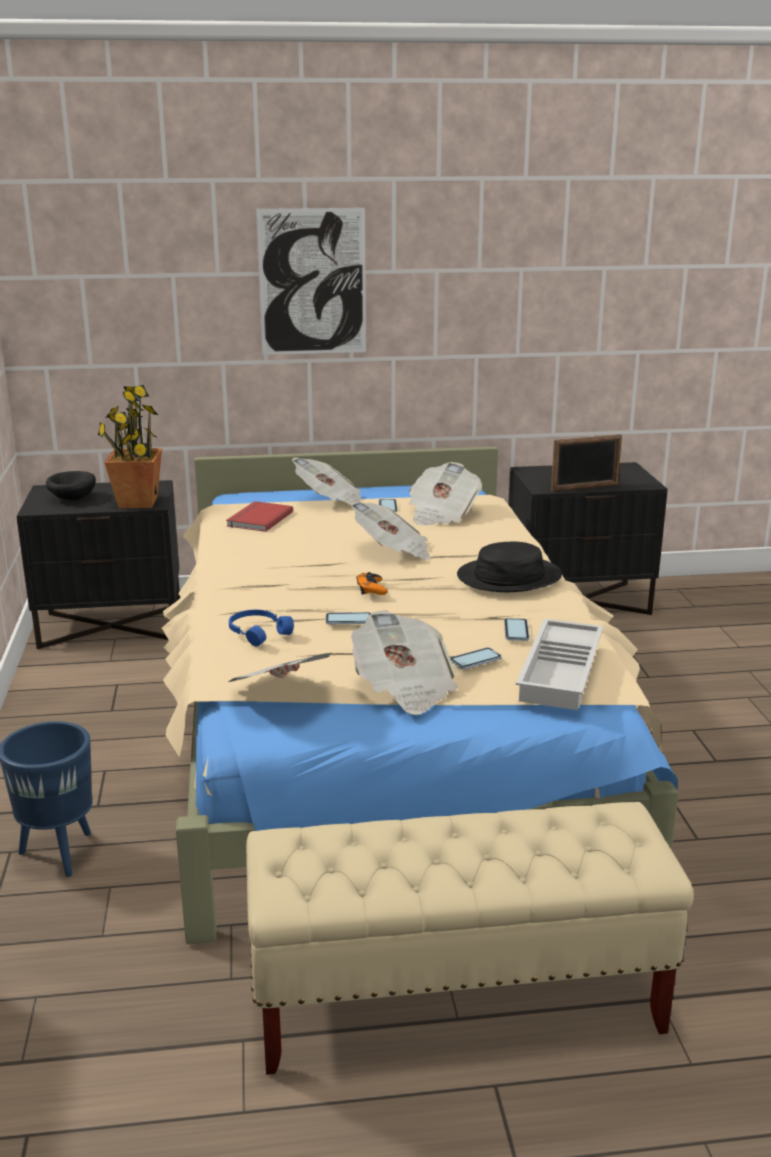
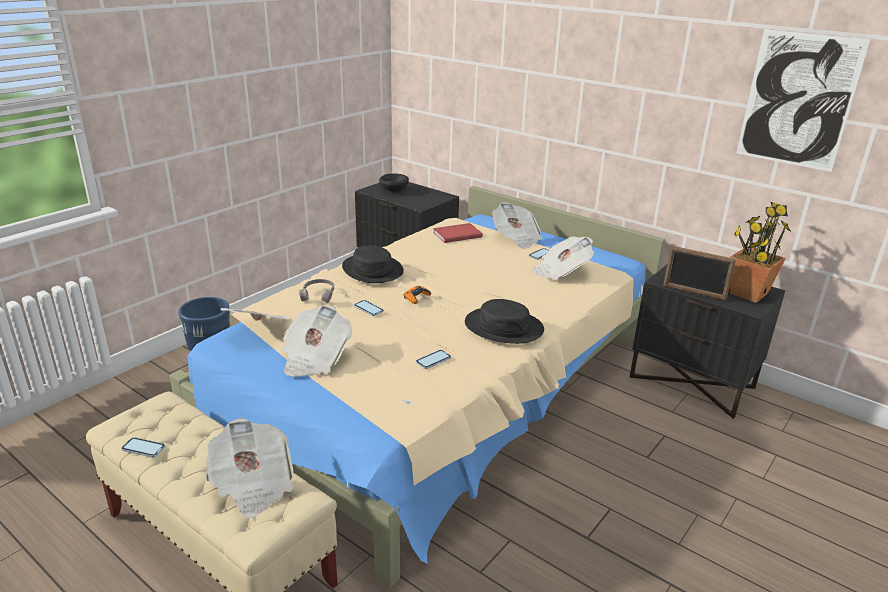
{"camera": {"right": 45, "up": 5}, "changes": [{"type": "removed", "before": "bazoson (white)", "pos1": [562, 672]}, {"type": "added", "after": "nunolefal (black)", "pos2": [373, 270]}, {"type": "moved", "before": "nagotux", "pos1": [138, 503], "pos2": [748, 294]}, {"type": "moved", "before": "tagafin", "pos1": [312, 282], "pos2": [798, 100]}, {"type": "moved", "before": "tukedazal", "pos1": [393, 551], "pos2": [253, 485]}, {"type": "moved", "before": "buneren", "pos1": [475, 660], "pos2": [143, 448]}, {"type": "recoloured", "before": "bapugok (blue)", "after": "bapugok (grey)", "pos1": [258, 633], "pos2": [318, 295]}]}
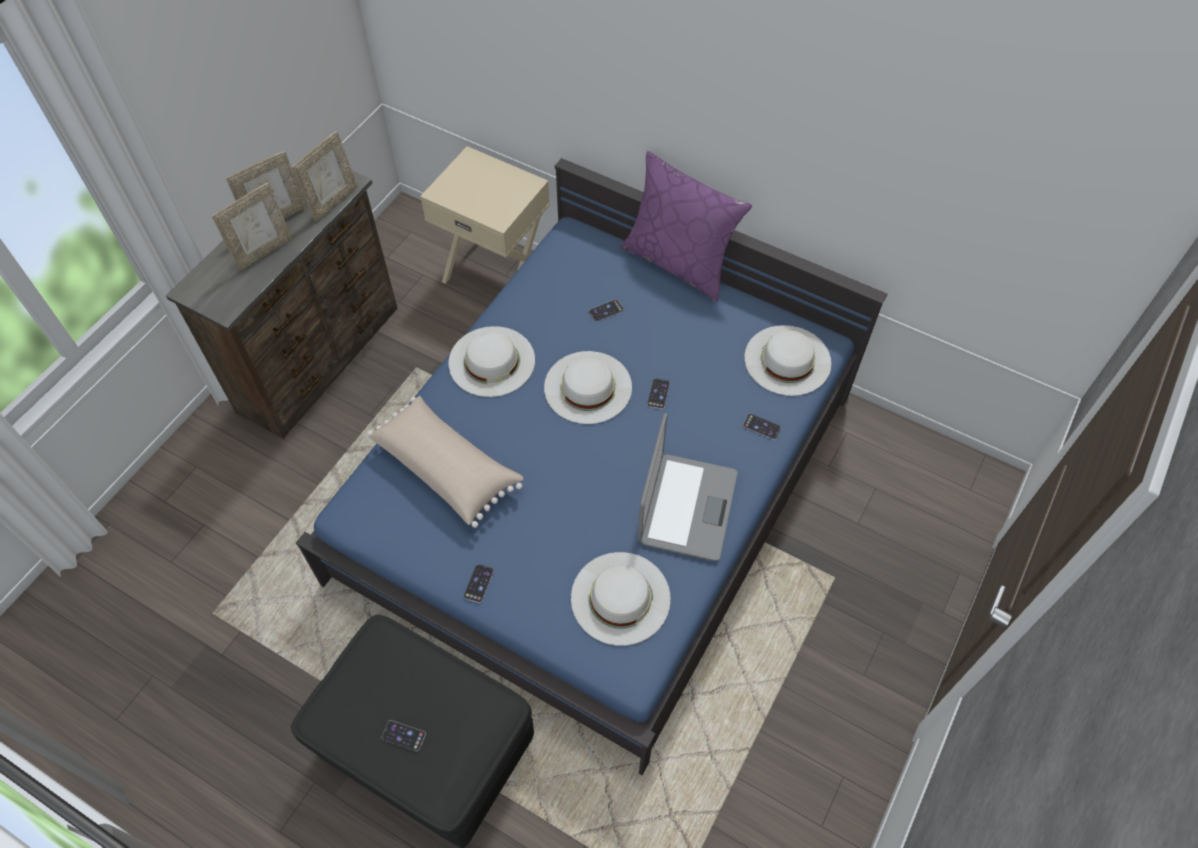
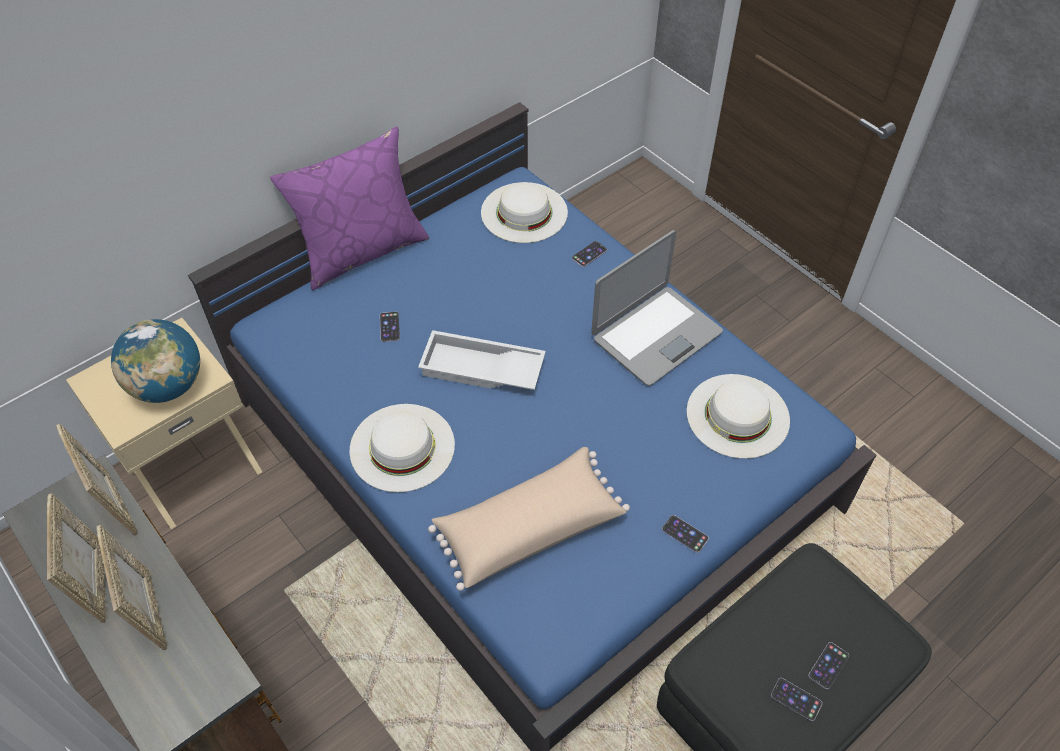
{"camera": {"right": -70, "up": -5}, "changes": [{"type": "added", "after": "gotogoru", "pos2": [168, 386]}, {"type": "moved", "before": "buneren", "pos1": [658, 394], "pos2": [796, 699]}, {"type": "replaced", "before": "nunolefal (white)", "after": "bazoson (white)", "pos1": [588, 387], "pos2": [481, 370]}, {"type": "turned", "before": "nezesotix", "pos1": [686, 507], "pos2": [655, 335], "turn": 105}]}
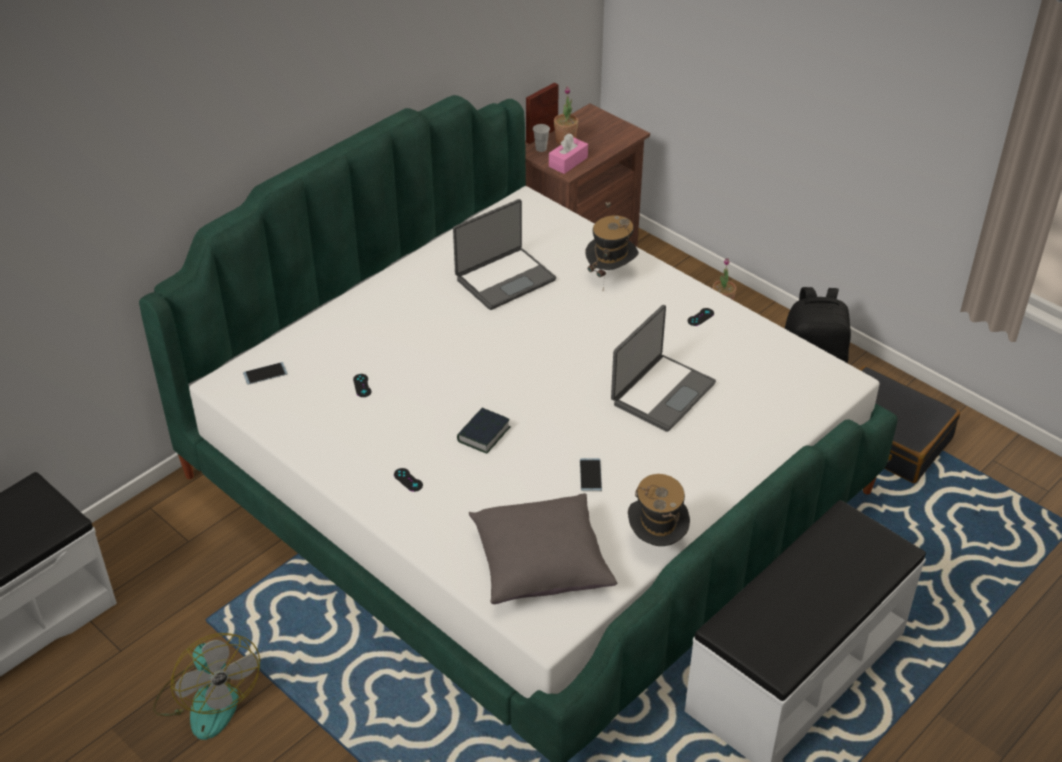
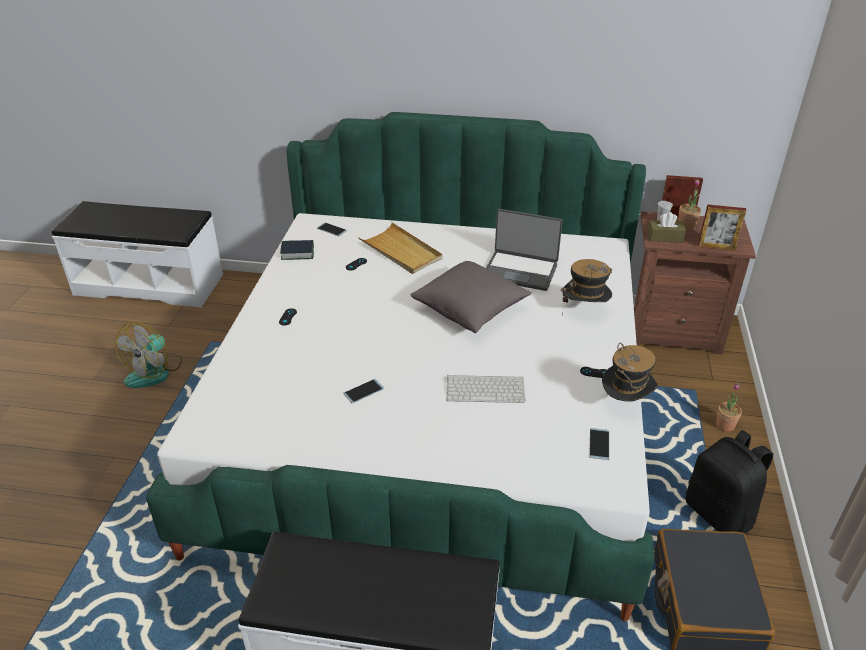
{"camera": {"right": 55, "up": -5}, "changes": [{"type": "added", "after": "bazoson (beige)", "pos2": [401, 251]}, {"type": "added", "after": "buneren", "pos2": [599, 444]}, {"type": "added", "after": "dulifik", "pos2": [716, 247]}, {"type": "moved", "before": "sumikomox", "pos1": [483, 434], "pos2": [297, 253]}, {"type": "moved", "before": "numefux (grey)", "pos1": [540, 564], "pos2": [470, 309]}, {"type": "moved", "before": "nunolefal", "pos1": [656, 542], "pos2": [625, 404]}, {"type": "replaced", "before": "nezesotix", "after": "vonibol", "pos1": [661, 393], "pos2": [486, 389]}, {"type": "recoloured", "before": "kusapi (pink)", "after": "kusapi (brown)", "pos1": [568, 162], "pos2": [665, 237]}]}
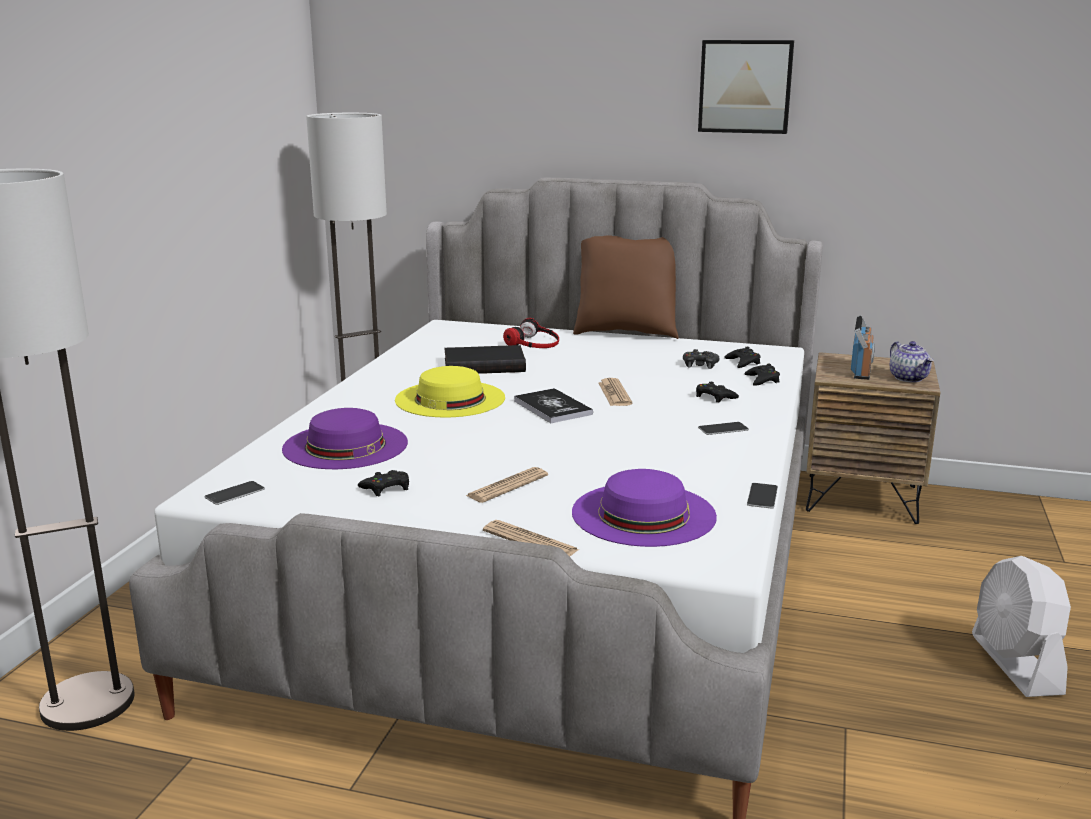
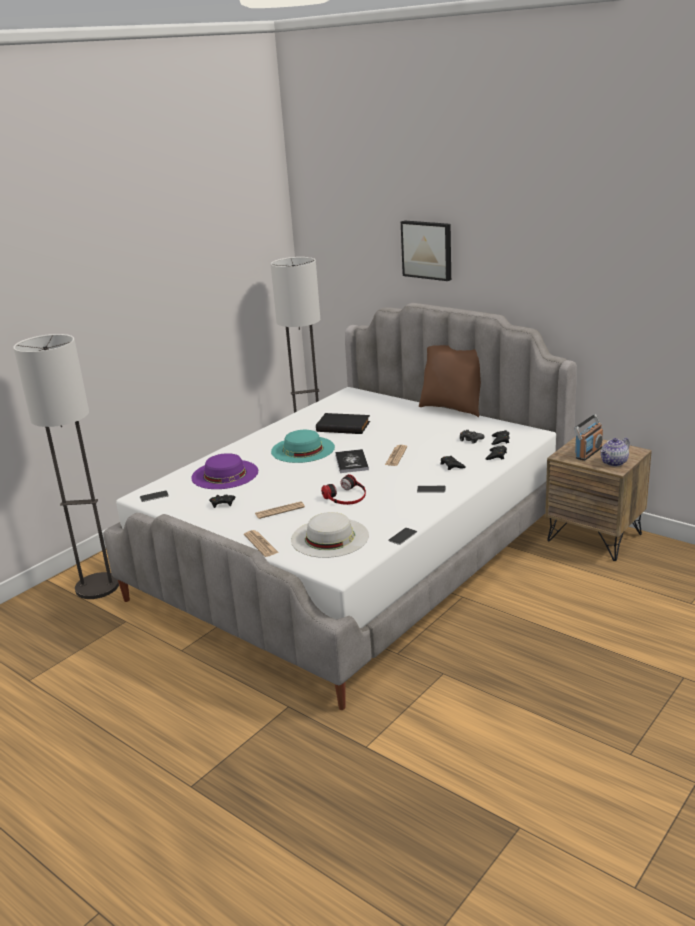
{"camera": {"right": 25, "up": 5}, "changes": [{"type": "removed", "before": "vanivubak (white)", "pos1": [1015, 664]}, {"type": "moved", "before": "bapugok", "pos1": [534, 342], "pos2": [346, 496]}, {"type": "moved", "before": "tagafin", "pos1": [745, 86], "pos2": [427, 249]}, {"type": "recoloured", "before": "nunolefal (yellow)", "after": "nunolefal (turquoise)", "pos1": [450, 399], "pos2": [303, 449]}, {"type": "recoloured", "before": "nunolefal (purple)", "after": "nunolefal (white)", "pos1": [643, 514], "pos2": [330, 537]}, {"type": "turned", "before": "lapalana", "pos1": [909, 378], "pos2": [614, 462], "turn": 45}]}
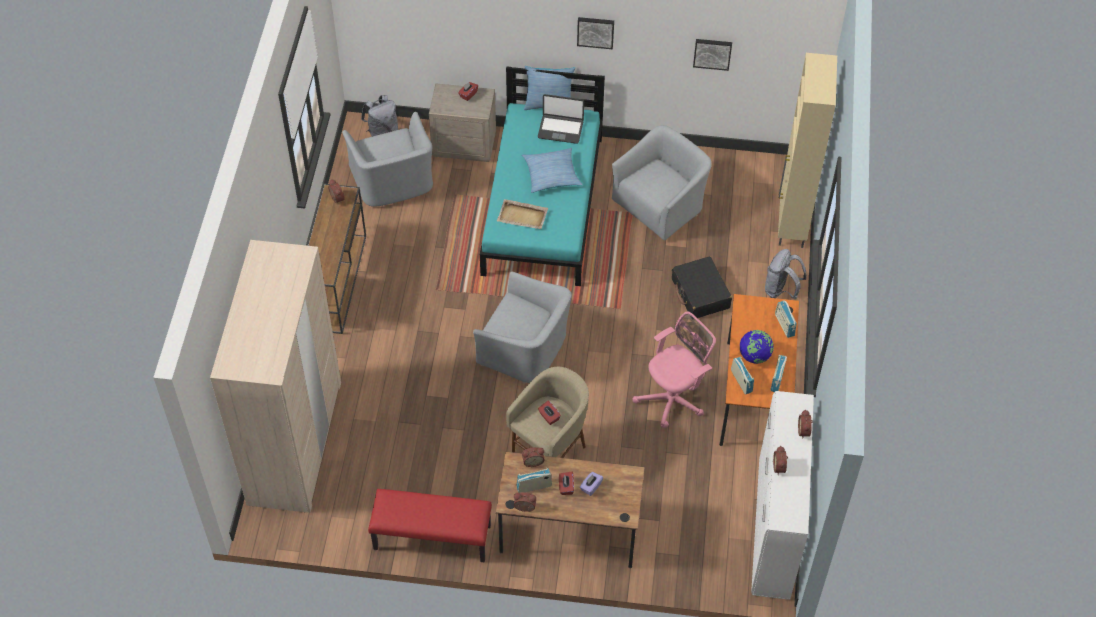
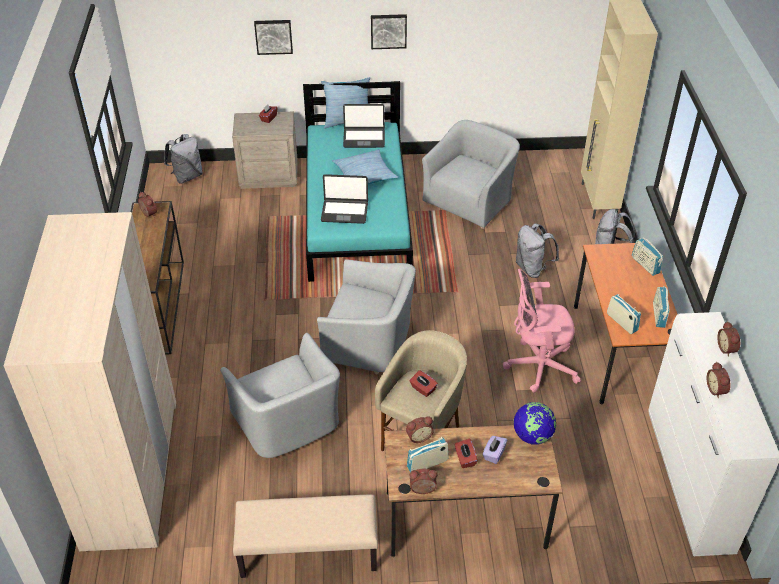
{"camera": {"right": -10, "up": -10}, "changes": [{"type": "moved", "before": "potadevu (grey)", "pos1": [393, 181], "pos2": [288, 422]}, {"type": "moved", "before": "tagafin", "pos1": [712, 53], "pos2": [273, 36]}, {"type": "moved", "before": "gotogoru", "pos1": [754, 356], "pos2": [532, 436]}, {"type": "replaced", "before": "bazoson (beige)", "after": "nezesotix", "pos1": [523, 216], "pos2": [344, 212]}, {"type": "replaced", "before": "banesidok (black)", "after": "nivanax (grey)", "pos1": [700, 294], "pos2": [532, 268]}, {"type": "recoloured", "before": "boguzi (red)", "after": "boguzi (beige)", "pos1": [431, 538], "pos2": [308, 553]}, {"type": "turned", "before": "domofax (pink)", "pos1": [673, 399], "pos2": [537, 366], "turn": -135}]}
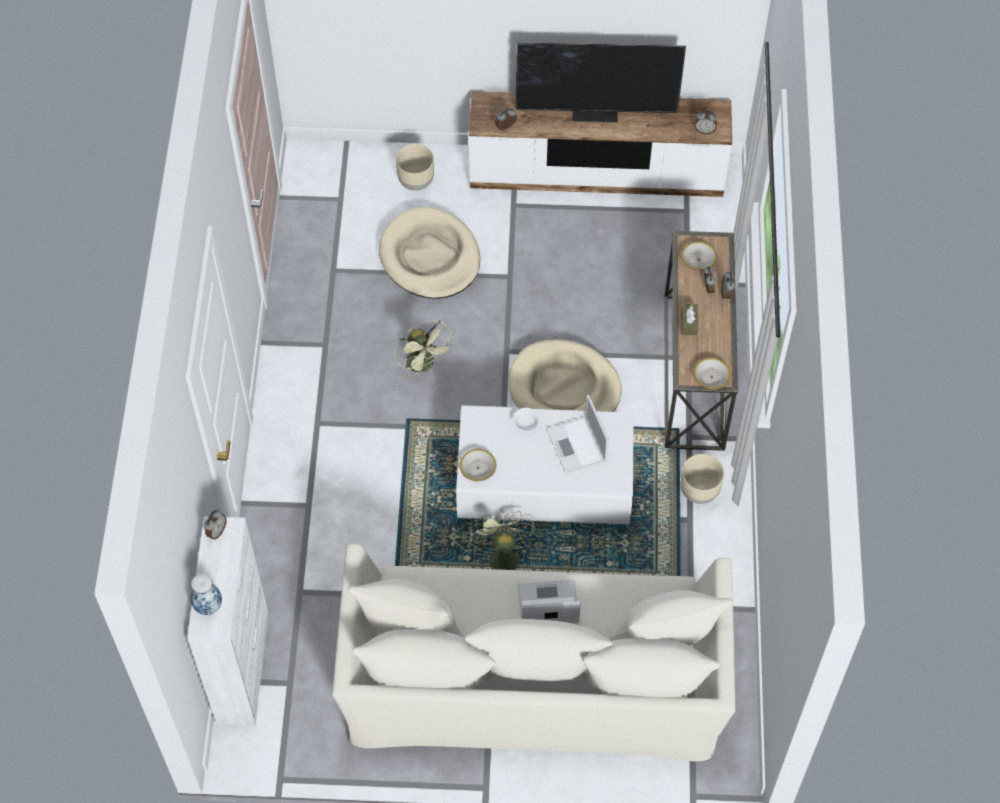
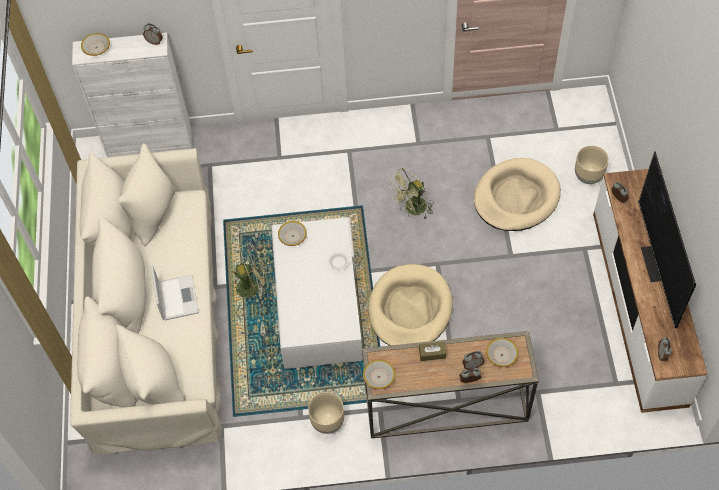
{"camera": {"right": 85, "up": 0}, "changes": [{"type": "removed", "before": "nezesotix", "pos1": [577, 446]}, {"type": "replaced", "before": "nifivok", "after": "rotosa", "pos1": [207, 606], "pos2": [96, 48]}]}
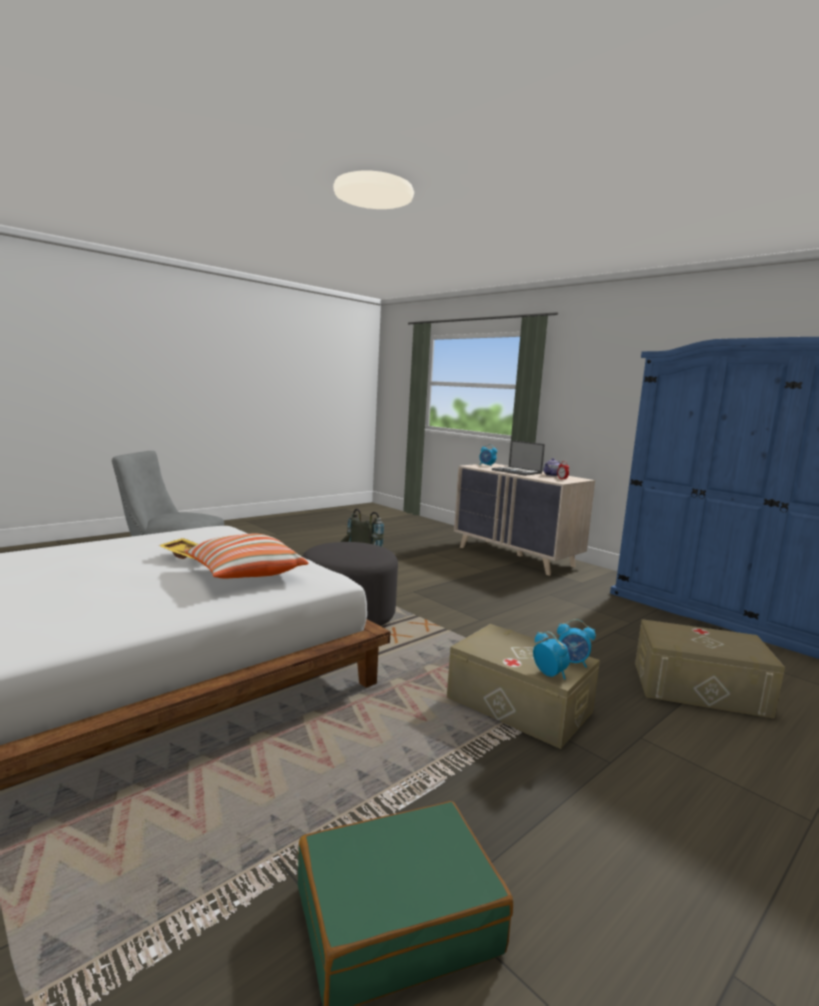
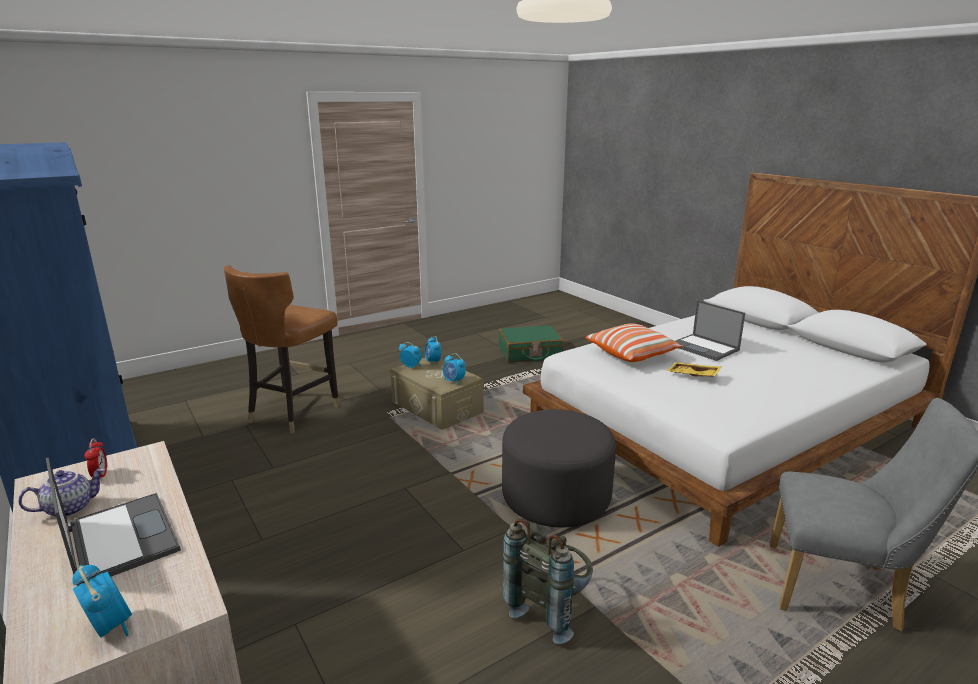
{"camera": {"right": -170, "up": 10}, "changes": [{"type": "added", "after": "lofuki", "pos2": [454, 381]}, {"type": "added", "after": "nezesotix", "pos2": [705, 348]}, {"type": "replaced", "before": "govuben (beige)", "after": "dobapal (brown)", "pos1": [699, 688], "pos2": [293, 412]}]}
